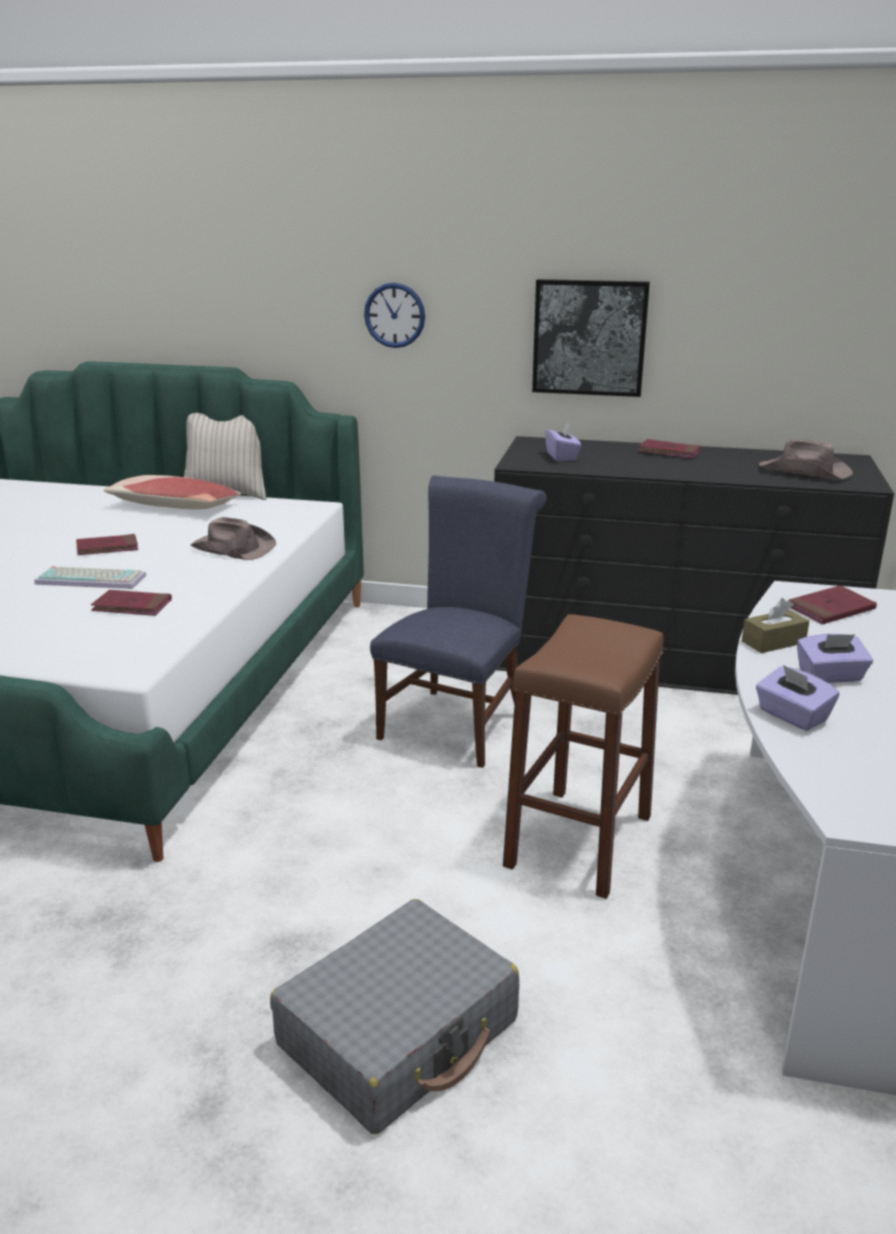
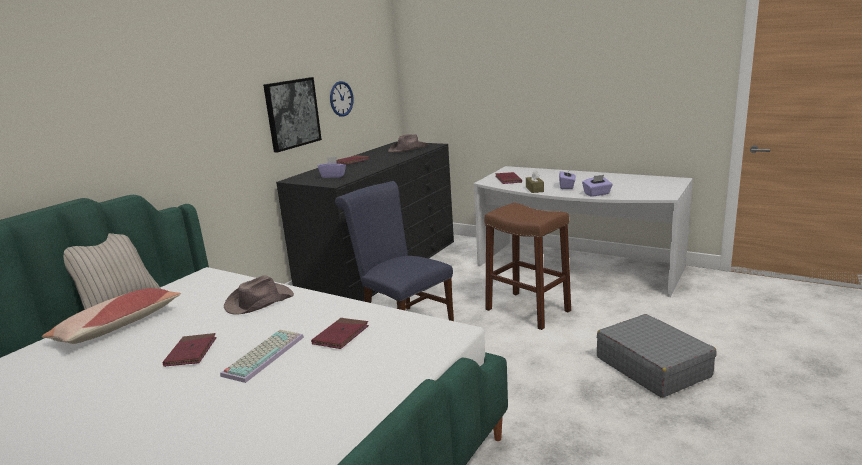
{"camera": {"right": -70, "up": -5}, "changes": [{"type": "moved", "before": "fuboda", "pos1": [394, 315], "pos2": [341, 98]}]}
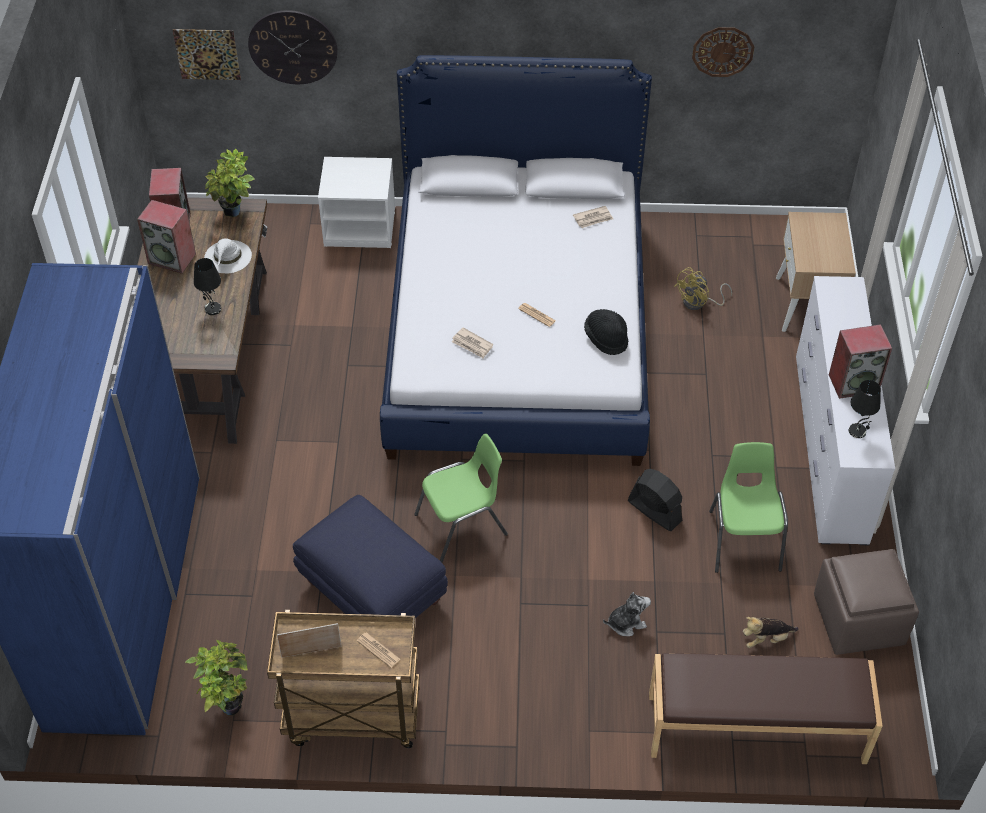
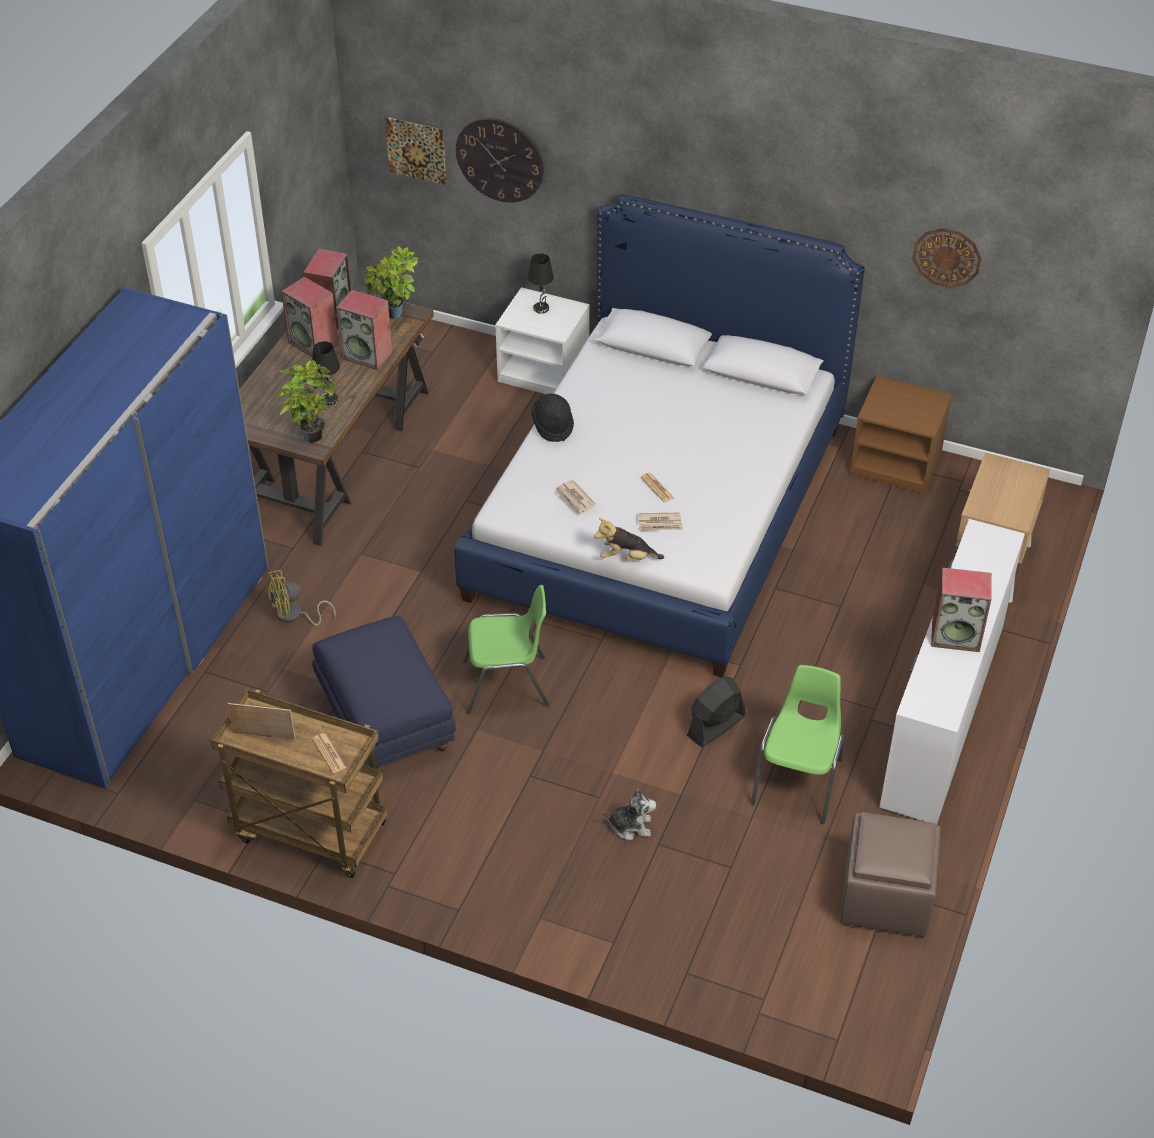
{"camera": {"right": 20, "up": -5}, "changes": [{"type": "removed", "before": "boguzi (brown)", "pos1": [756, 729]}, {"type": "added", "after": "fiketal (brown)", "pos2": [897, 463]}, {"type": "moved", "before": "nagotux", "pos1": [227, 703], "pos2": [310, 434]}, {"type": "moved", "before": "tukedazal", "pos1": [593, 218], "pos2": [660, 523]}, {"type": "moved", "before": "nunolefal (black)", "pos1": [606, 338], "pos2": [553, 425]}, {"type": "moved", "before": "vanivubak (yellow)", "pos1": [699, 303], "pos2": [294, 616]}, {"type": "moved", "before": "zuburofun", "pos1": [766, 639], "pos2": [626, 557]}, {"type": "moved", "before": "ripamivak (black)", "pos1": [858, 431], "pos2": [541, 308]}, {"type": "replaced", "before": "nunolefal (white)", "after": "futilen", "pos1": [228, 257], "pos2": [368, 355]}, {"type": "turned", "before": "vanivubak (black)", "pos1": [654, 511], "pos2": [715, 726], "turn": -105}]}
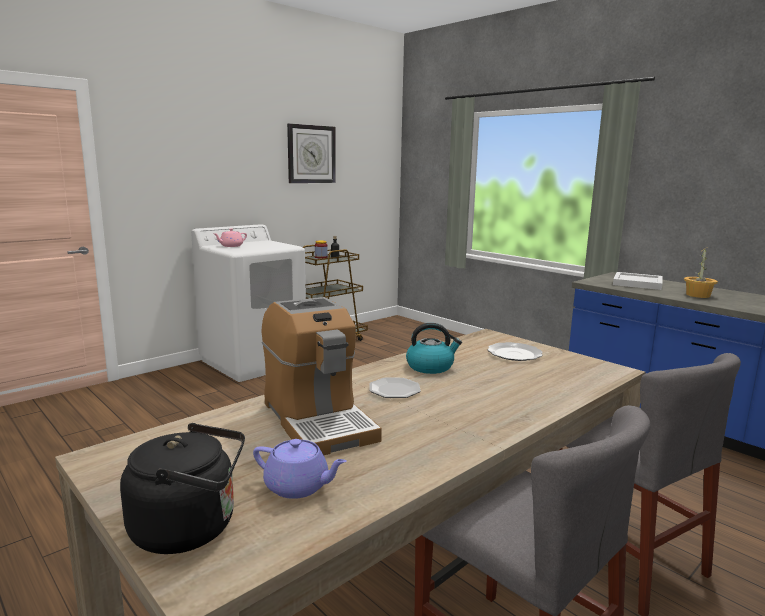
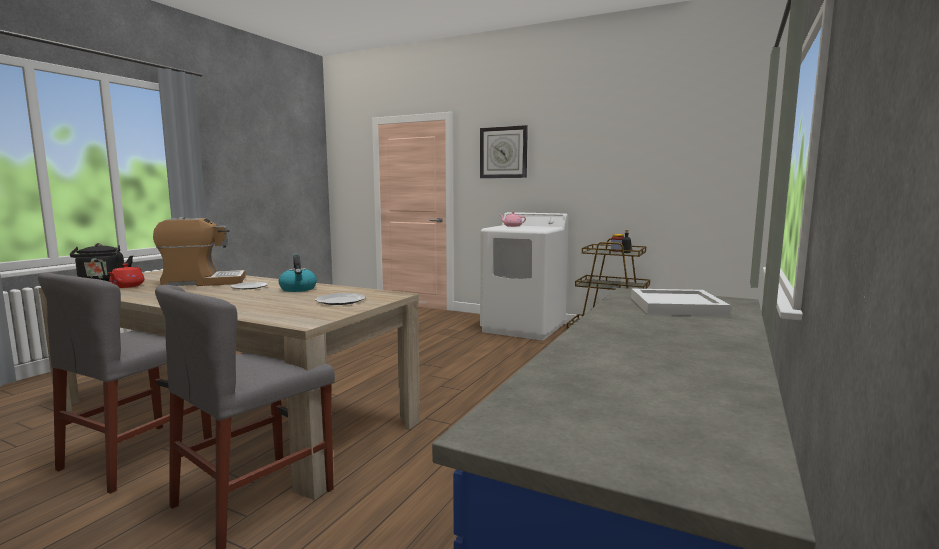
{"camera": {"right": 70, "up": -5}, "changes": [{"type": "removed", "before": "nagotux", "pos1": [698, 295]}, {"type": "moved", "before": "fuboda", "pos1": [311, 154], "pos2": [503, 152]}, {"type": "recoloured", "before": "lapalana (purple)", "after": "lapalana (red)", "pos1": [298, 486], "pos2": [127, 286]}, {"type": "turned", "before": "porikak", "pos1": [318, 420], "pos2": [203, 282], "turn": -150}]}
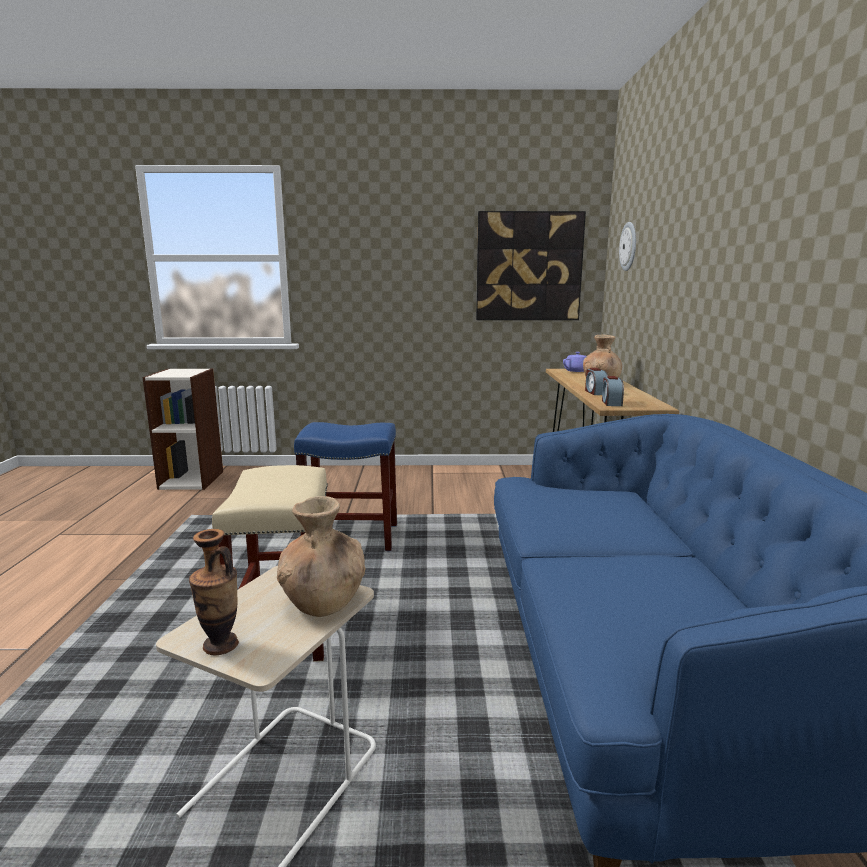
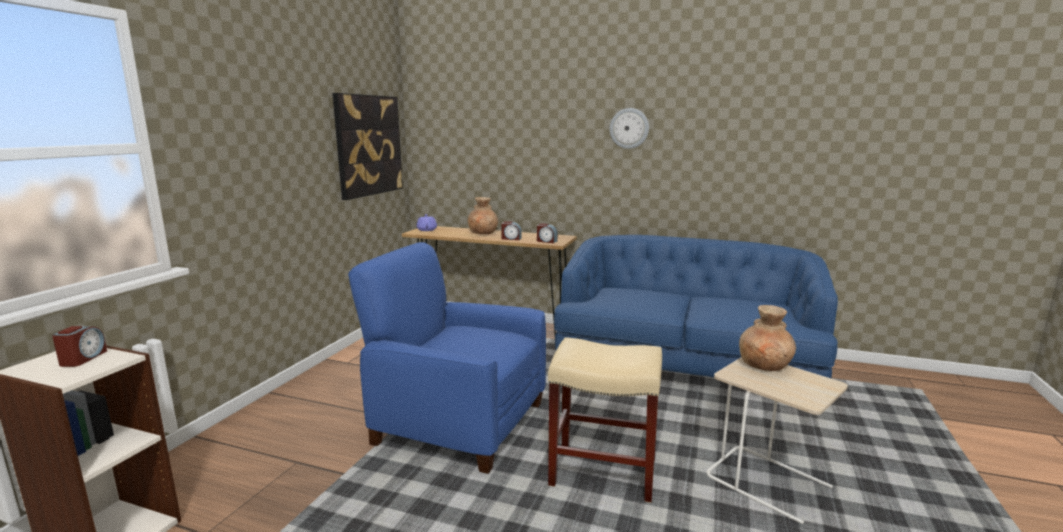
{"camera": {"right": -70, "up": 0}, "changes": [{"type": "removed", "before": "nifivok", "pos1": [220, 645]}, {"type": "added", "after": "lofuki", "pos2": [83, 358]}, {"type": "moved", "before": "fuboda", "pos1": [629, 246], "pos2": [629, 128]}, {"type": "replaced", "before": "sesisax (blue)", "after": "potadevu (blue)", "pos1": [352, 536], "pos2": [458, 422]}]}
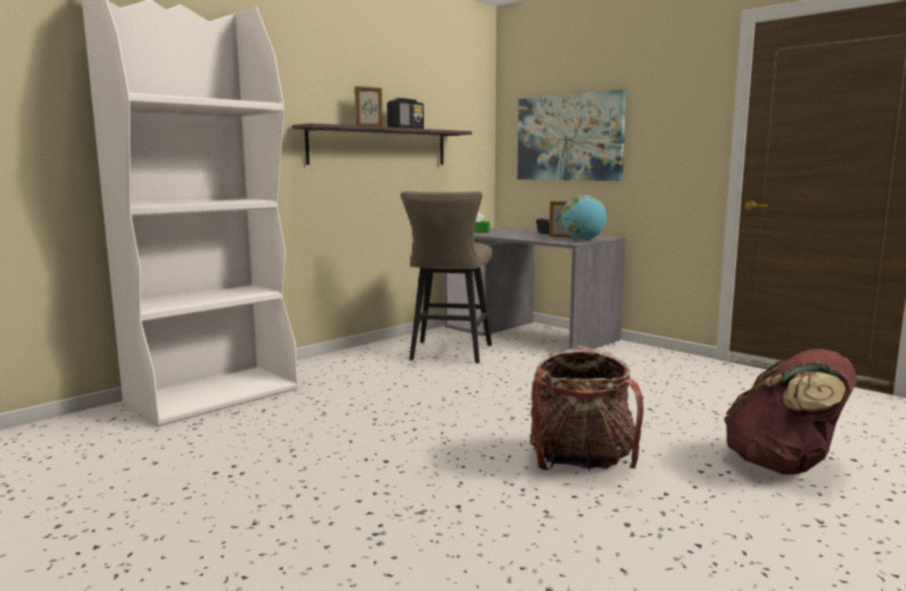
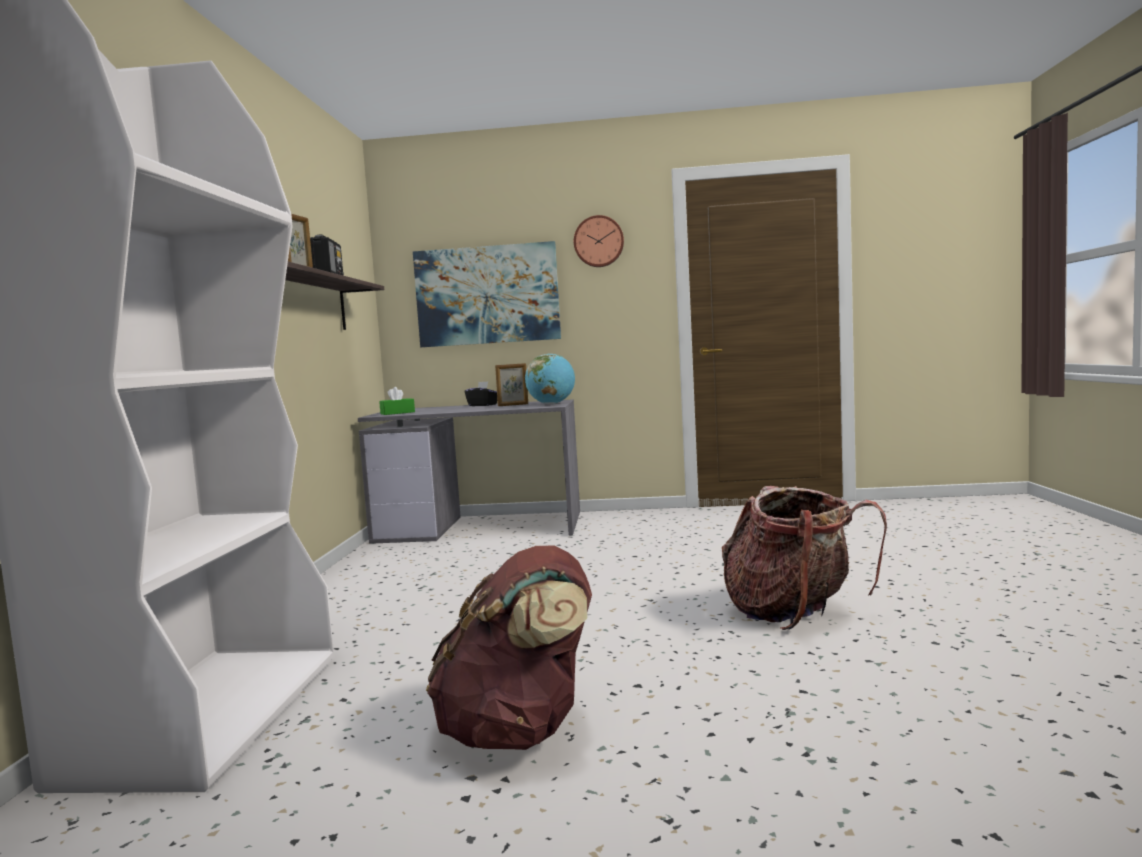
{"camera": {"right": -40, "up": -5}, "changes": [{"type": "removed", "before": "sesisax (beige)", "pos1": [448, 354]}, {"type": "added", "after": "fuboda", "pos2": [598, 241]}, {"type": "moved", "before": "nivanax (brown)", "pos1": [784, 466], "pos2": [520, 731]}]}
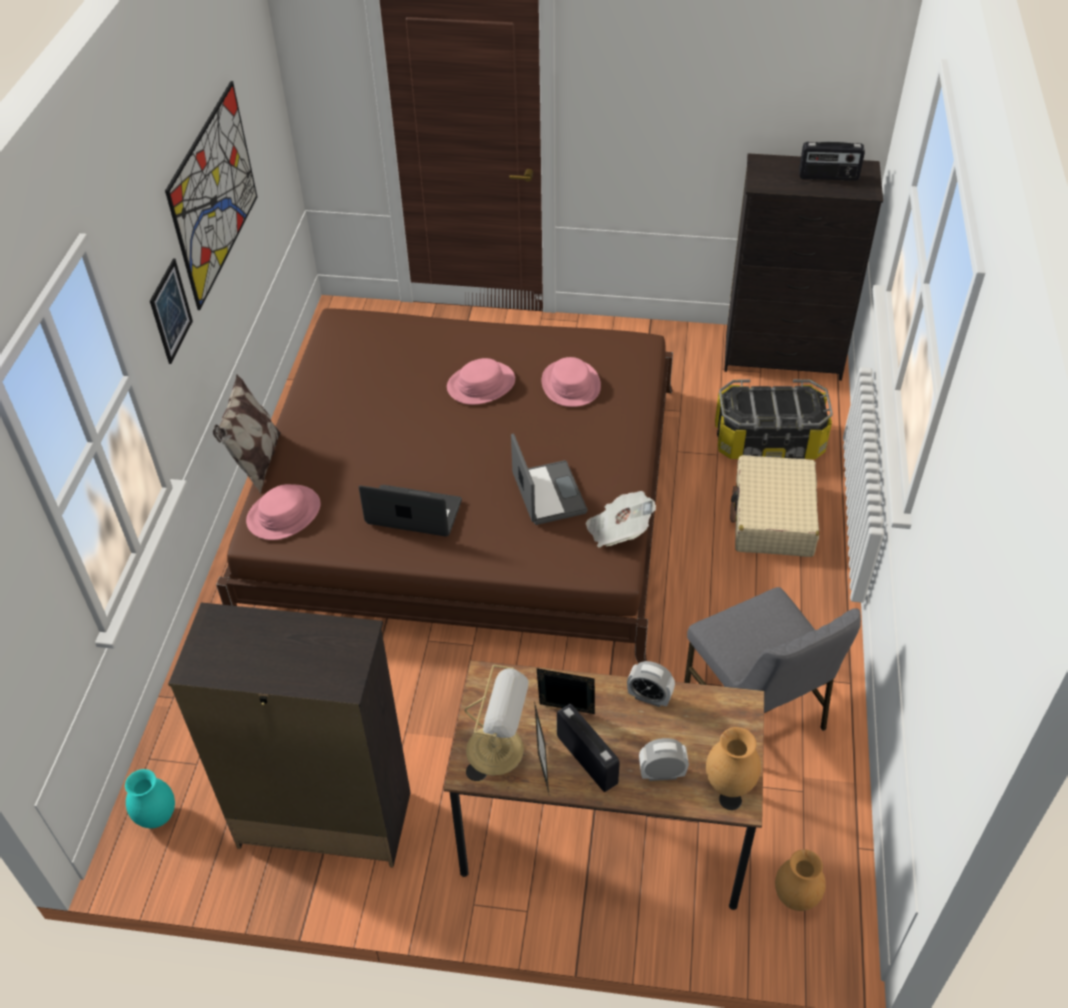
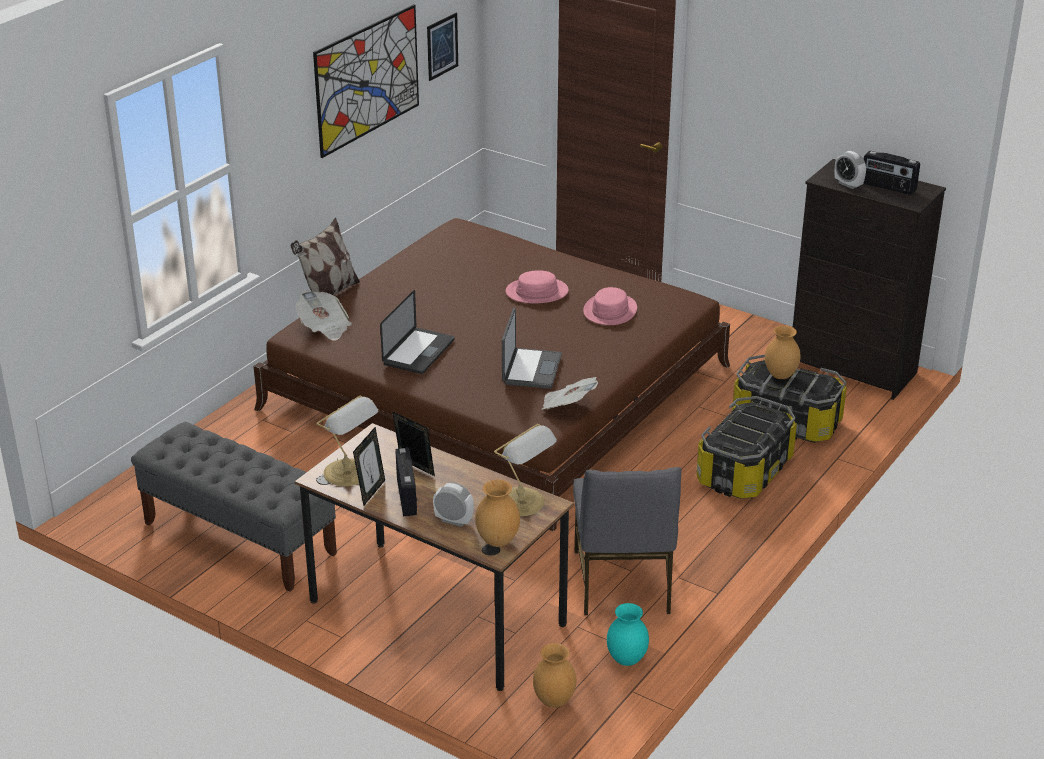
{"camera": {"right": 25, "up": -15}, "changes": [{"type": "added", "after": "ripamivak", "pos2": [522, 503]}, {"type": "added", "after": "nifivok (brown)", "pos2": [781, 375]}, {"type": "moved", "before": "nifivok (turquoise)", "pos1": [157, 817], "pos2": [626, 660]}, {"type": "moved", "before": "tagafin", "pos1": [171, 311], "pos2": [442, 46]}, {"type": "moved", "before": "lofuki", "pos1": [649, 697], "pos2": [848, 184]}, {"type": "replaced", "before": "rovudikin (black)", "after": "boguzi (grey)", "pos1": [324, 818], "pos2": [239, 538]}, {"type": "replaced", "before": "nunolefal (pink)", "after": "tukedazal", "pos1": [284, 514], "pos2": [324, 328]}, {"type": "replaced", "before": "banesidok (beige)", "after": "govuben", "pos1": [773, 518], "pos2": [745, 472]}, {"type": "turned", "before": "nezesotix", "pos1": [414, 513], "pos2": [418, 352], "turn": 75}]}
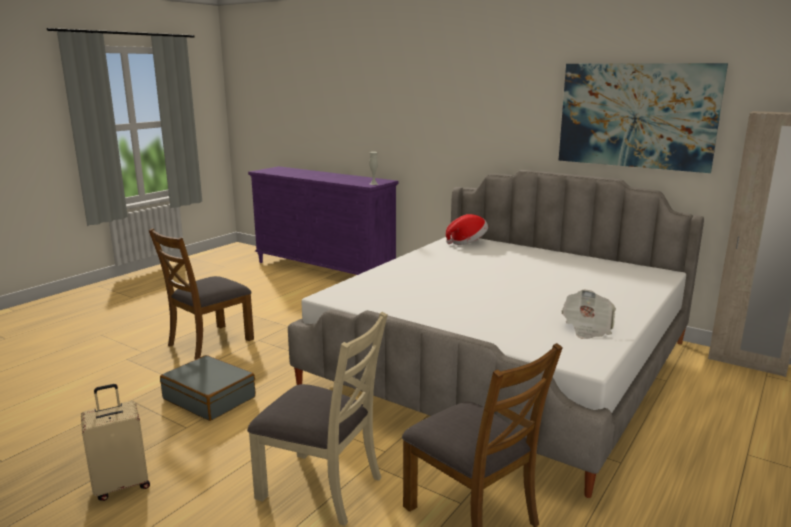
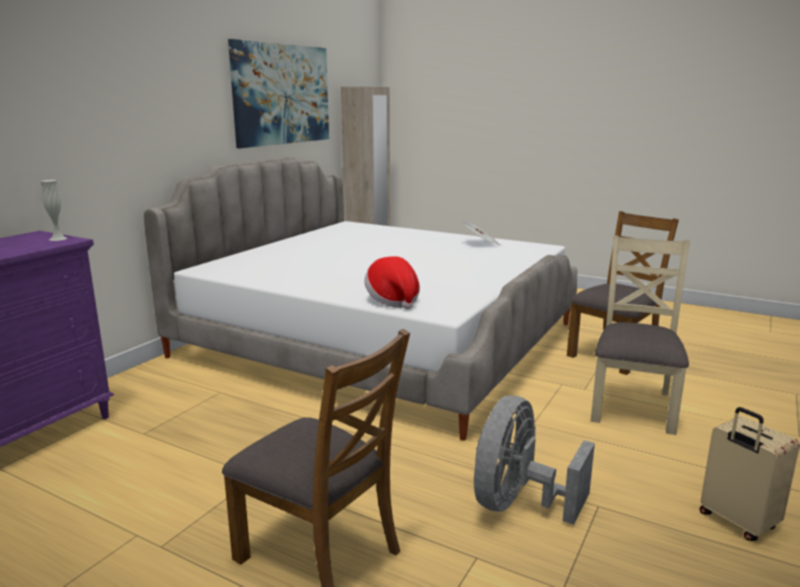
{"camera": {"right": -95, "up": 0}, "changes": [{"type": "moved", "before": "nunolefal", "pos1": [467, 242], "pos2": [393, 300]}, {"type": "replaced", "before": "banesidok (grey)", "after": "vanivubak (grey)", "pos1": [210, 398], "pos2": [518, 504]}]}
